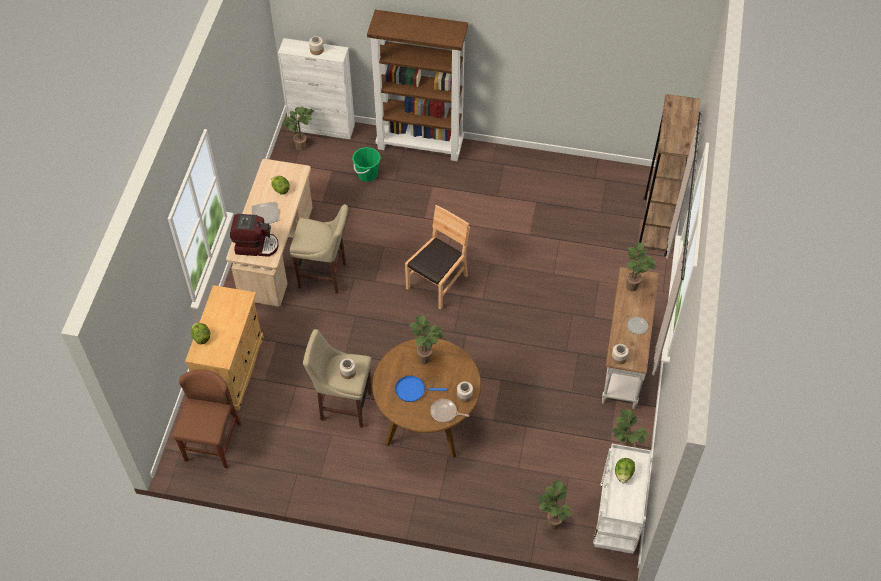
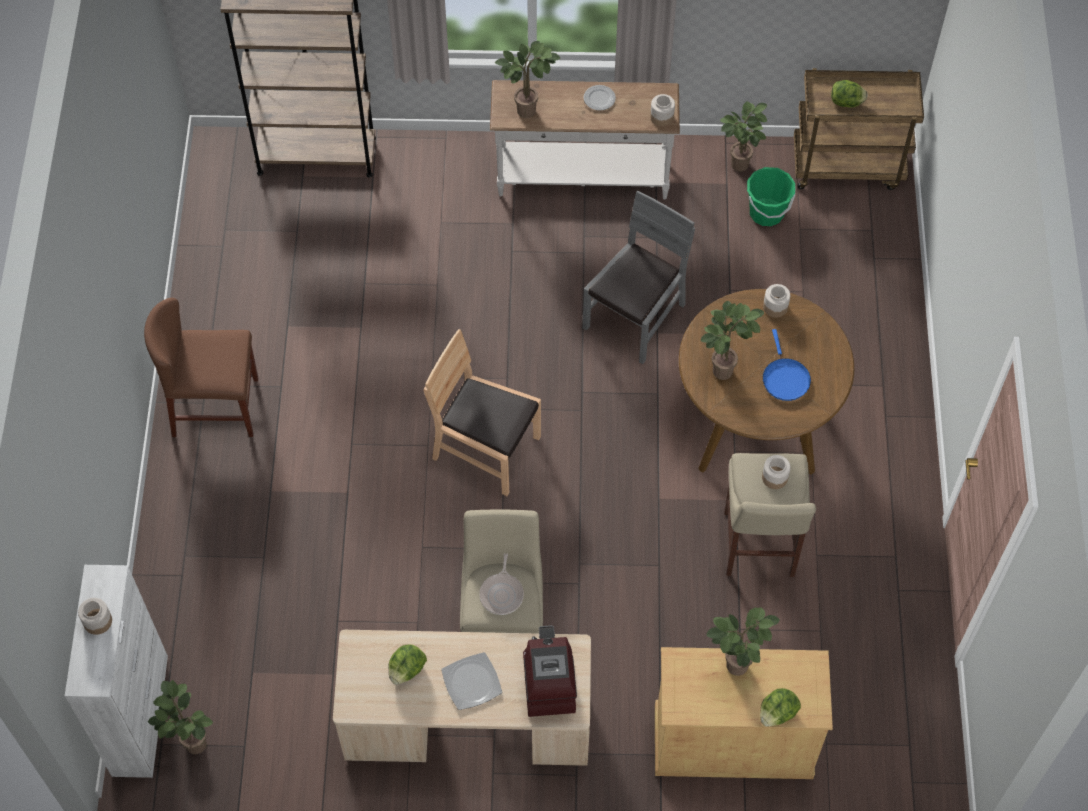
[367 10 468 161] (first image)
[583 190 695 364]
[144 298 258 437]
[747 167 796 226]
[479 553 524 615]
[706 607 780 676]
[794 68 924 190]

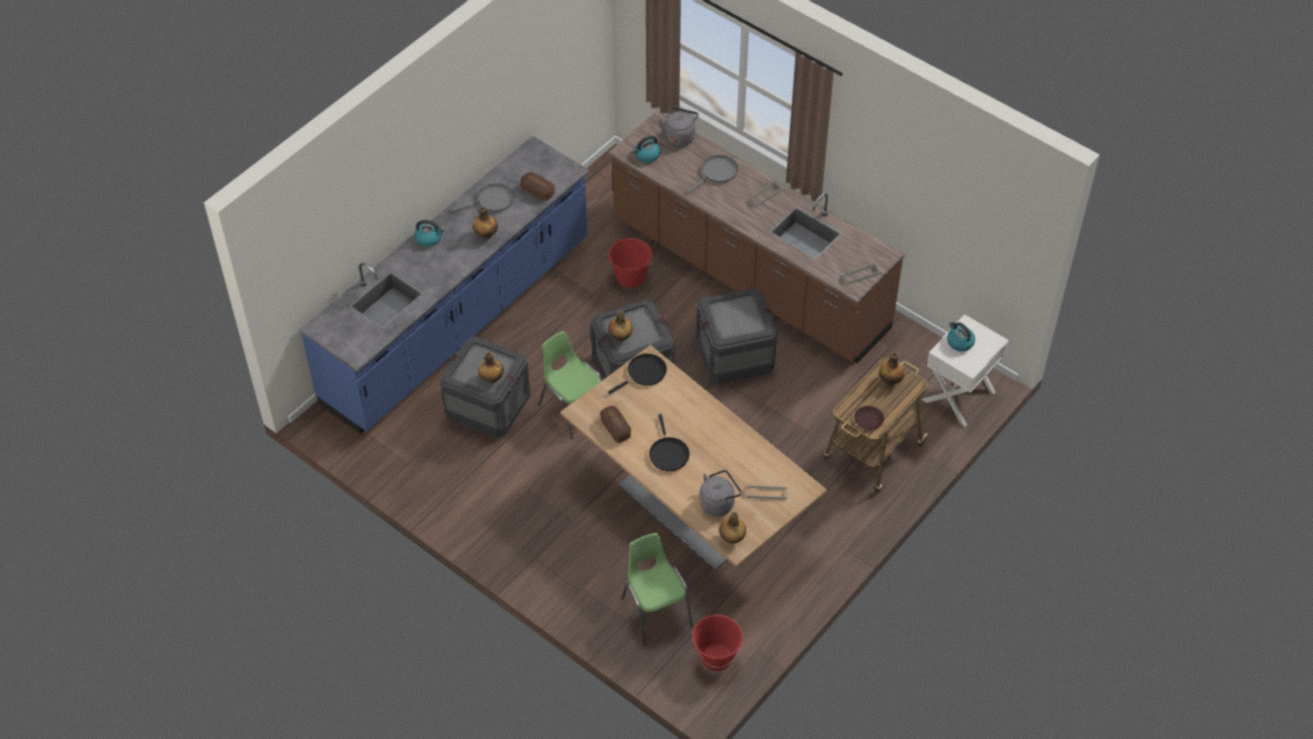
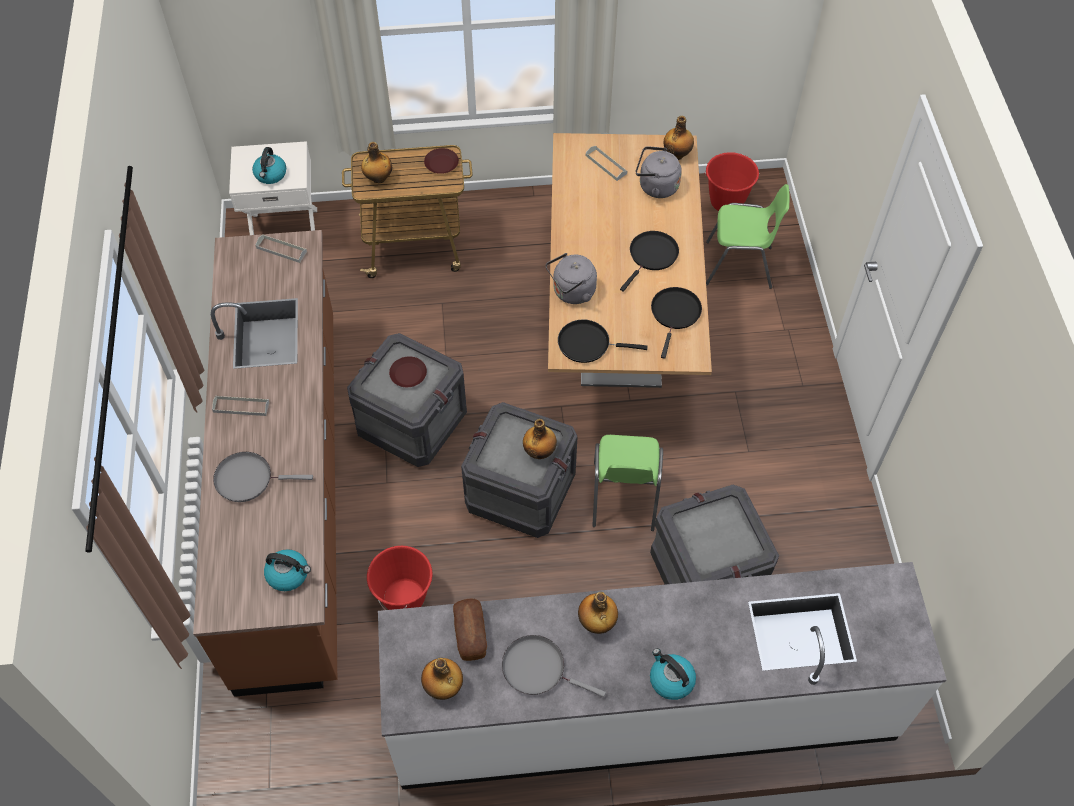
[389 356 427 387]
[421 658 463 700]
[546 253 597 304]
[651 287 702 359]
[378 562 947 789]
[706 184 789 289]

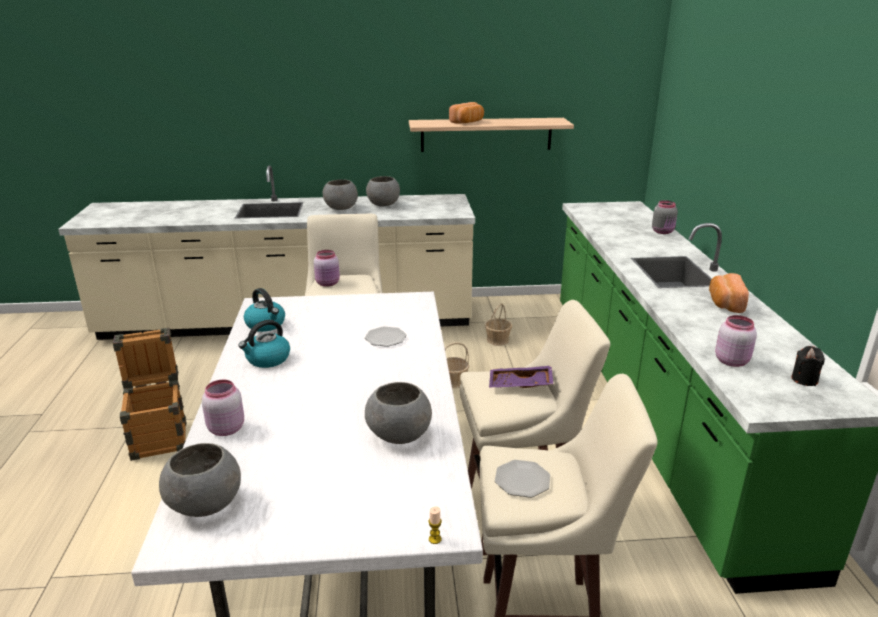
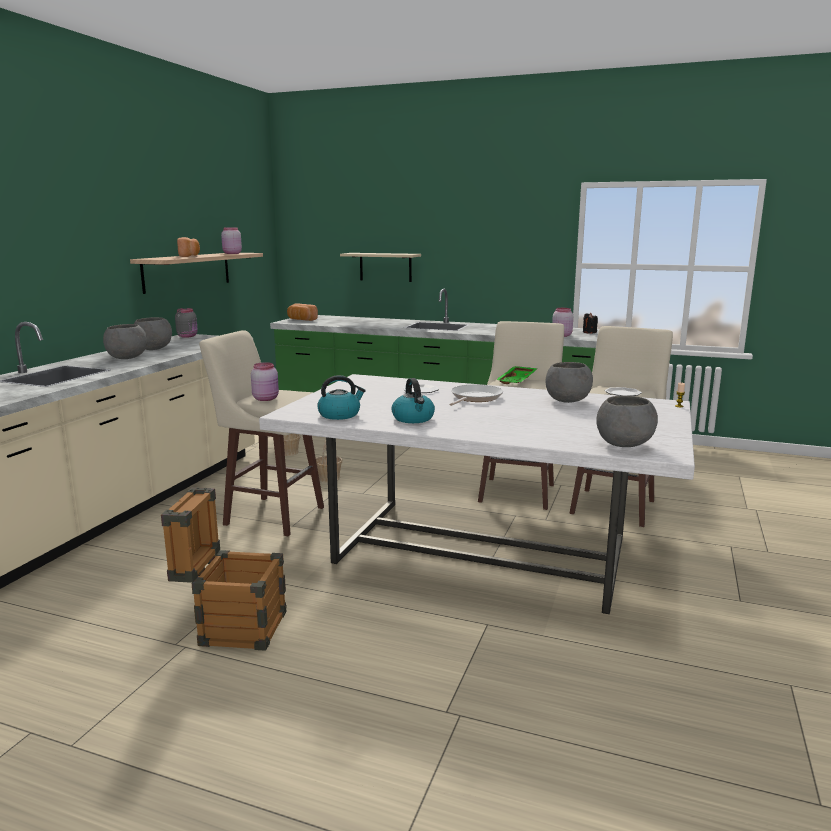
[340 253 421 282]
[449 384 503 406]
[221 227 242 254]
[175 308 198 338]
[287 303 318 321]
[496 366 538 384]

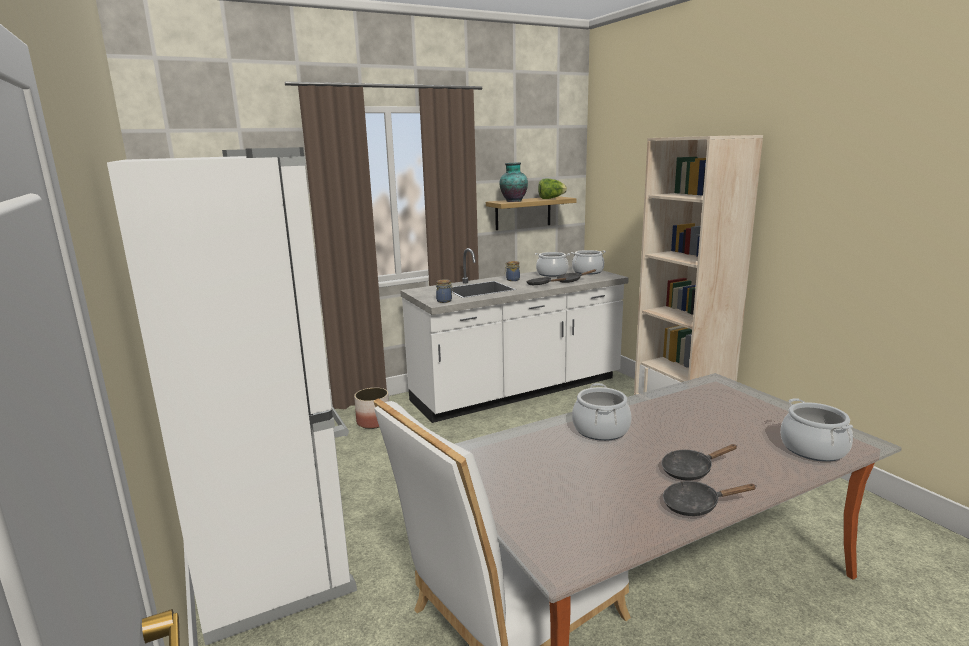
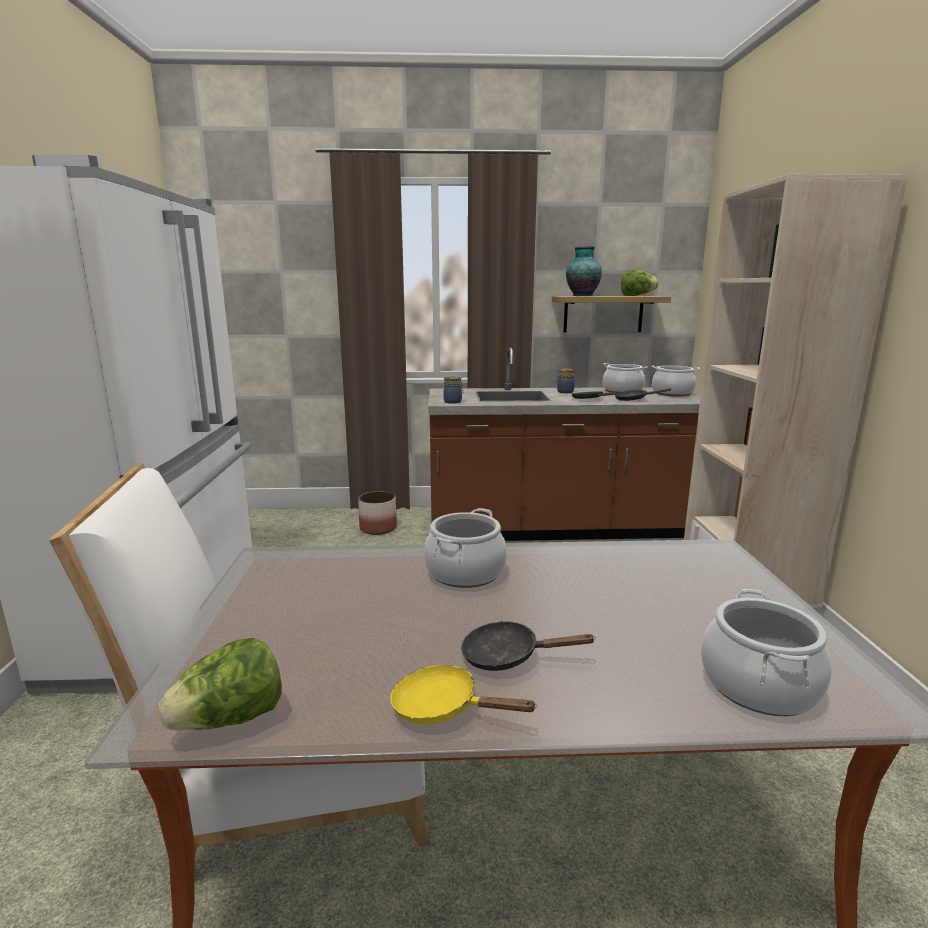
[158 638 282 731]
[428 347 701 541]
[390 665 537 724]

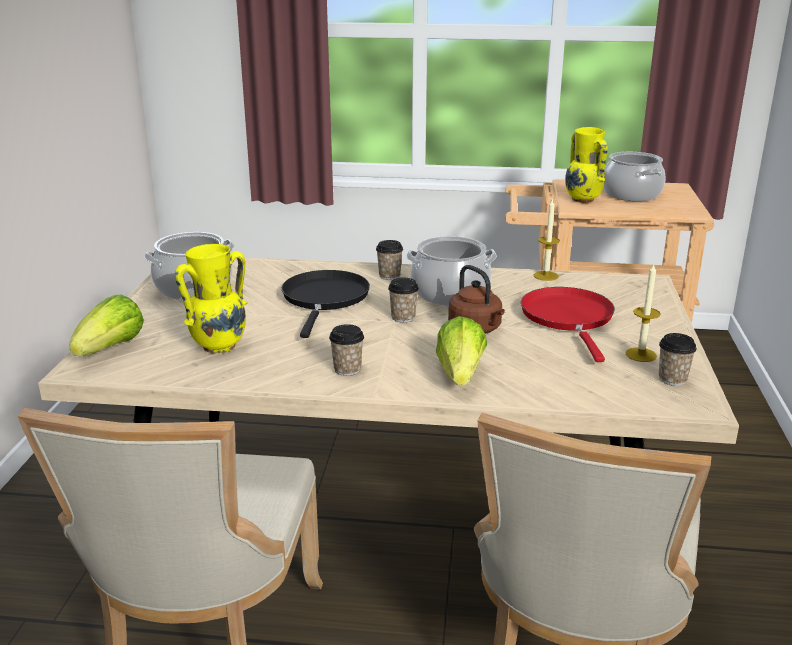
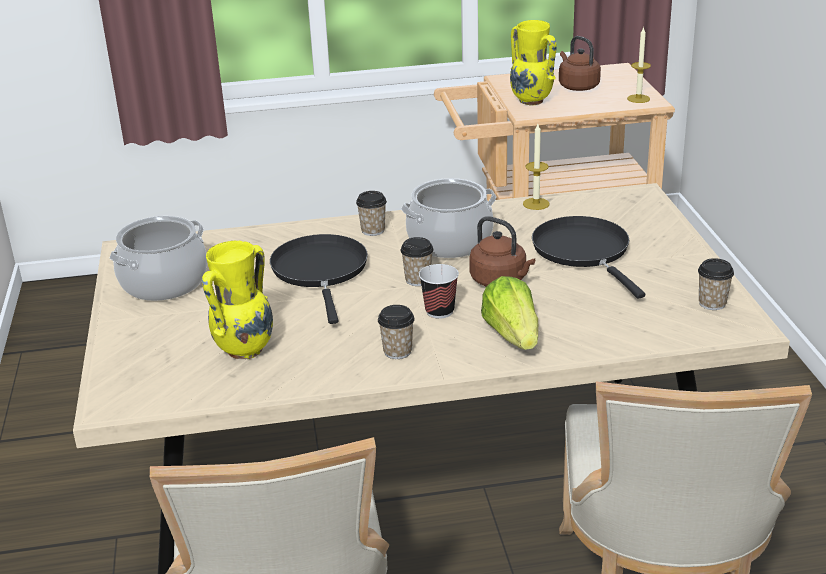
[69 295 144 357] (first image)
[419 264 459 319]
[627 26 651 103]
[559 36 601 91]
[532 216 645 299]

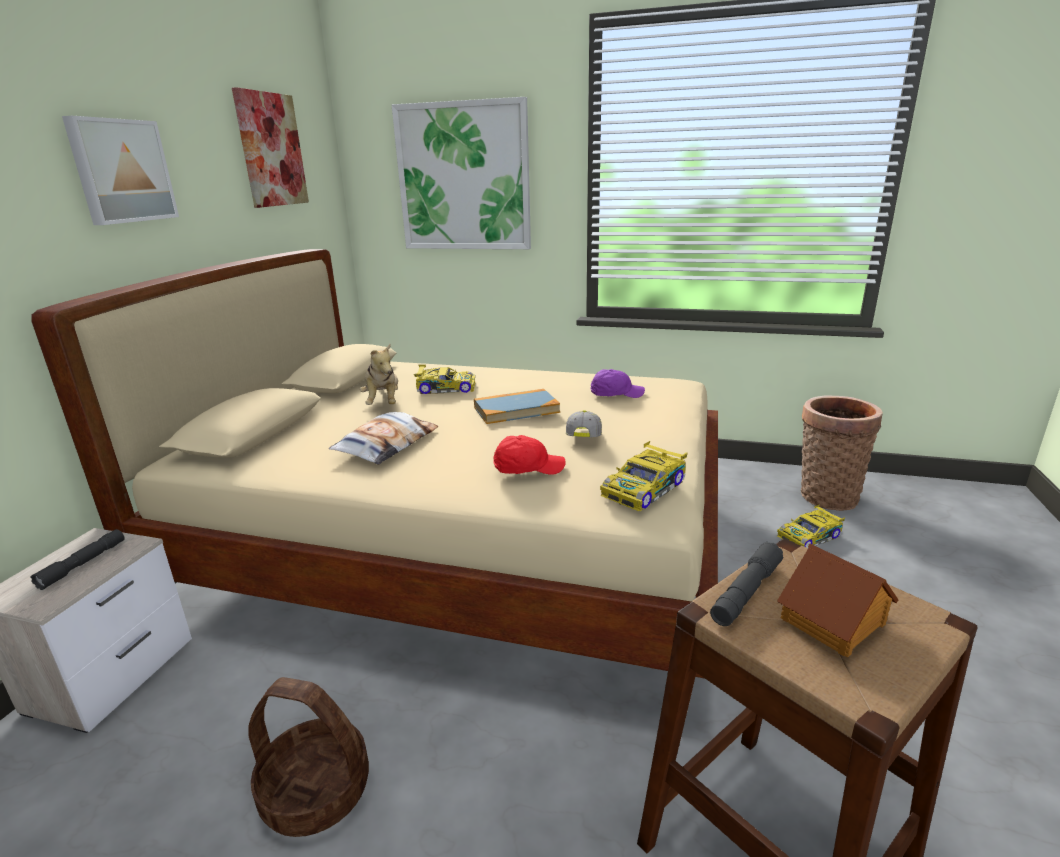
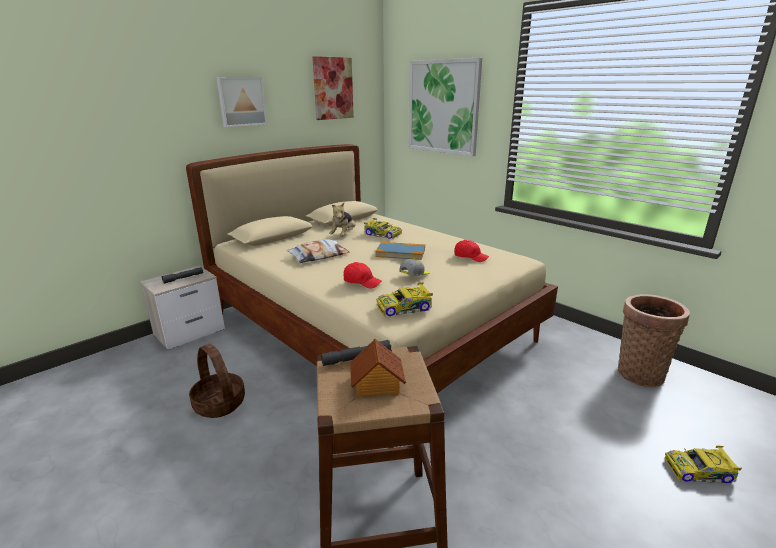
[664 446 742 483]
[454 240 489 262]

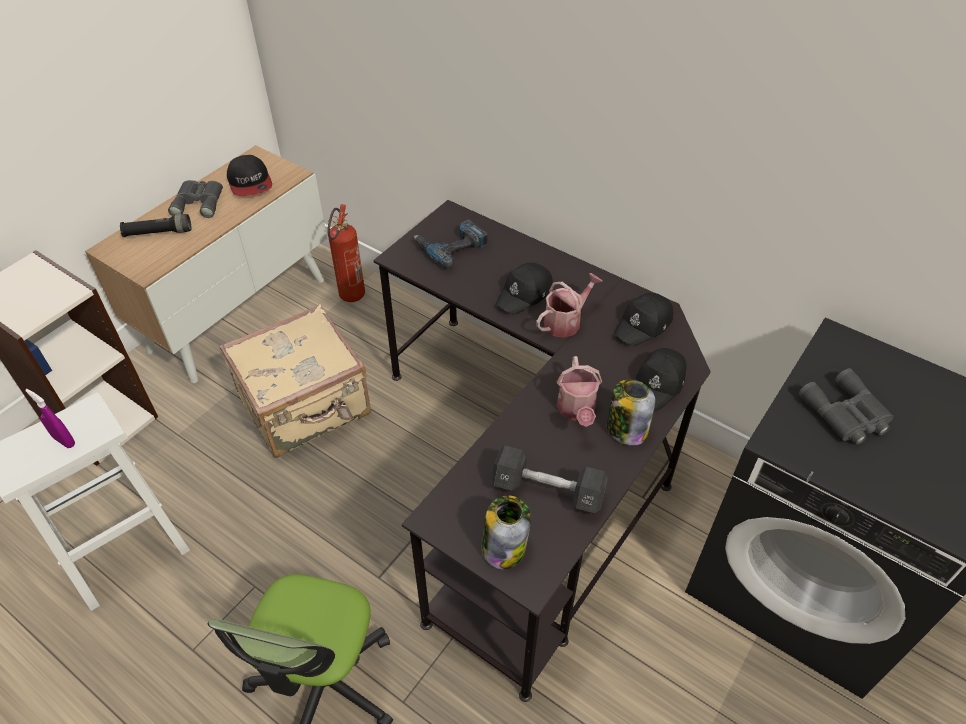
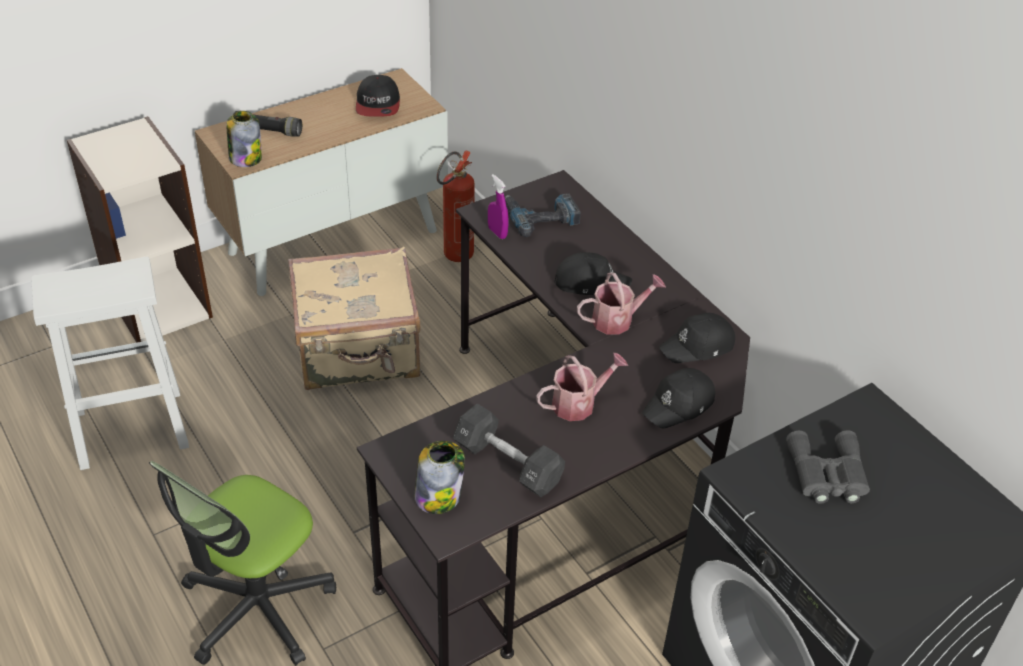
[168 180 223 218] (first image)
[488 174 508 239]
[227 111 262 167]
[554 252 632 295]
[536 353 628 421]

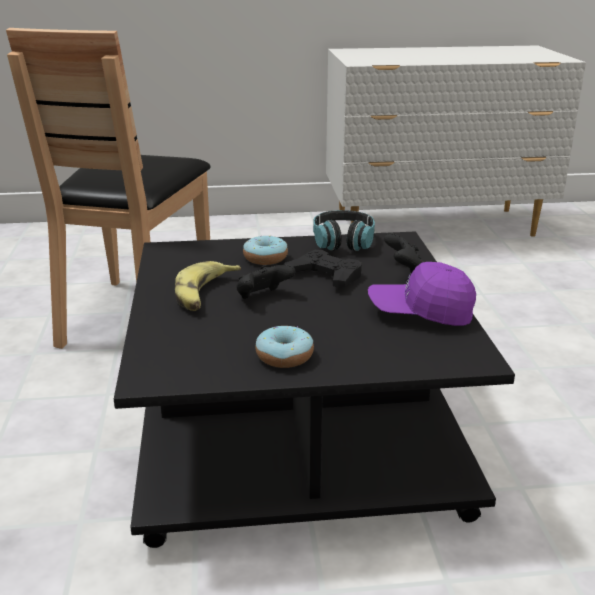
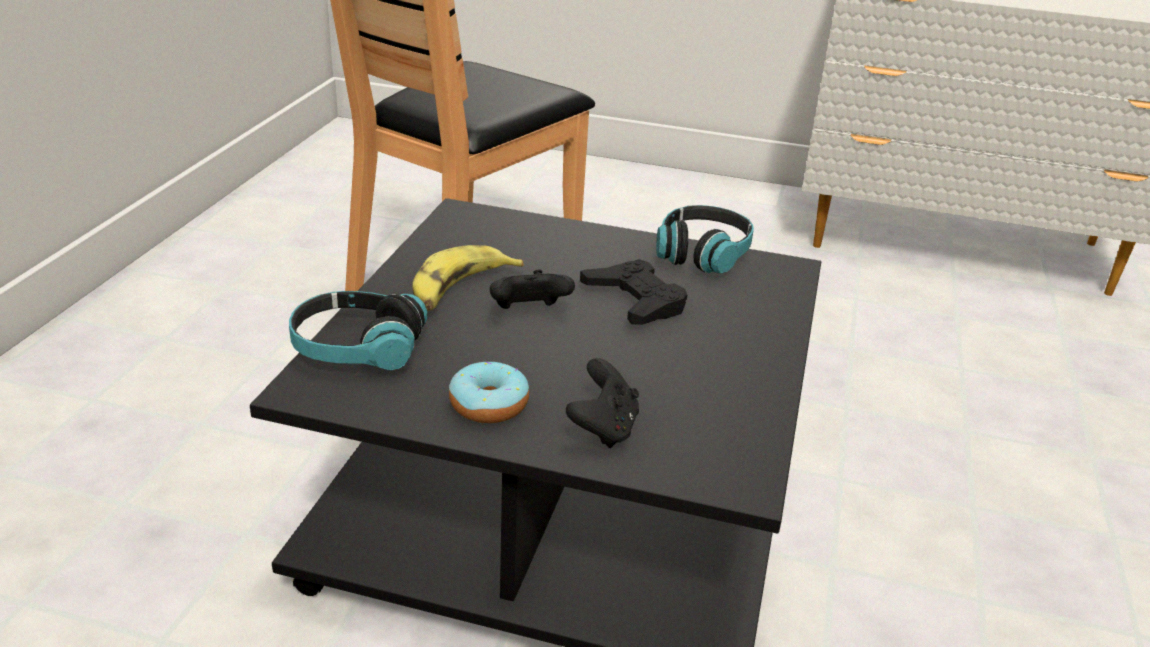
[243 236 288 265] (first image)
[368 262 476 326] (first image)
[289 291 428 370]
[566 358 639 448]

